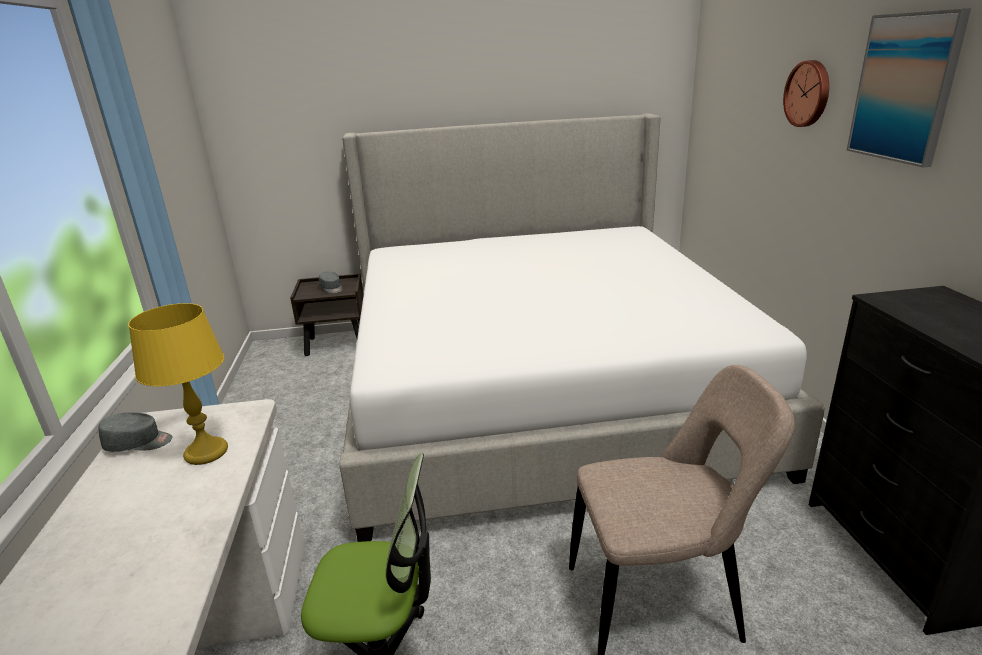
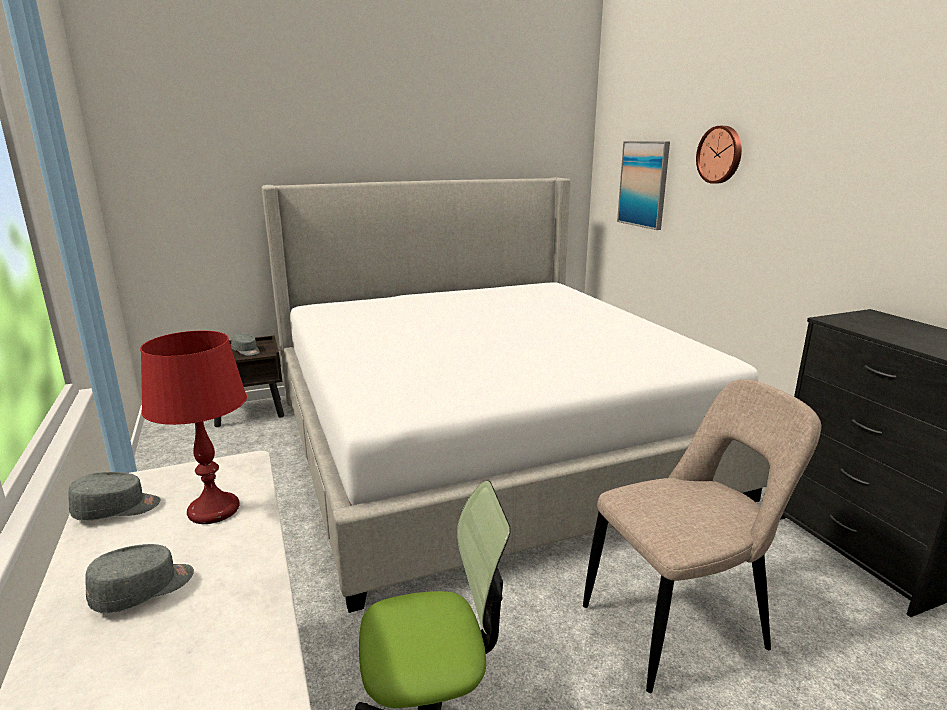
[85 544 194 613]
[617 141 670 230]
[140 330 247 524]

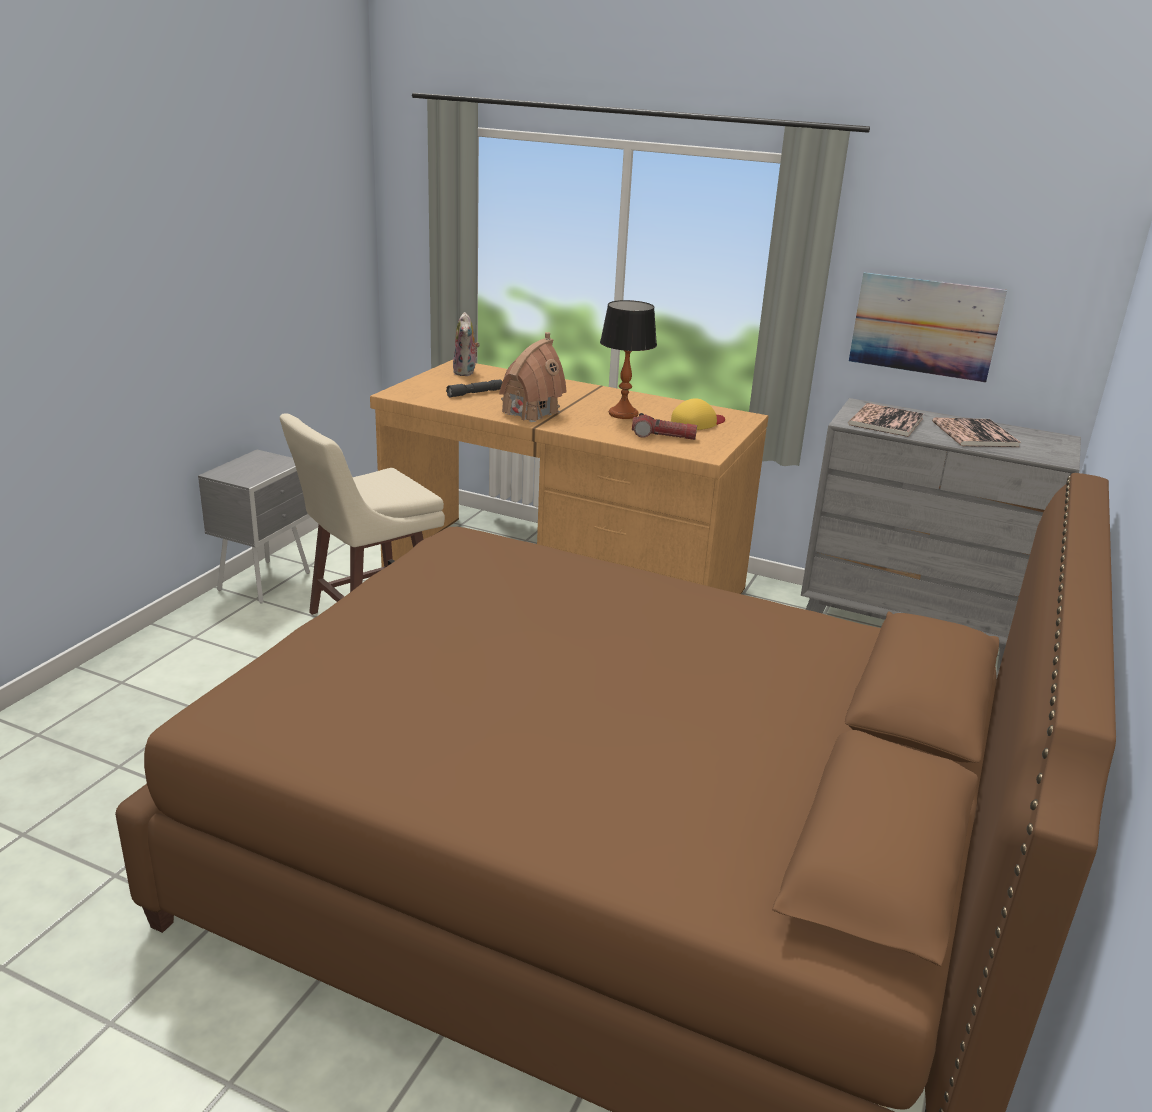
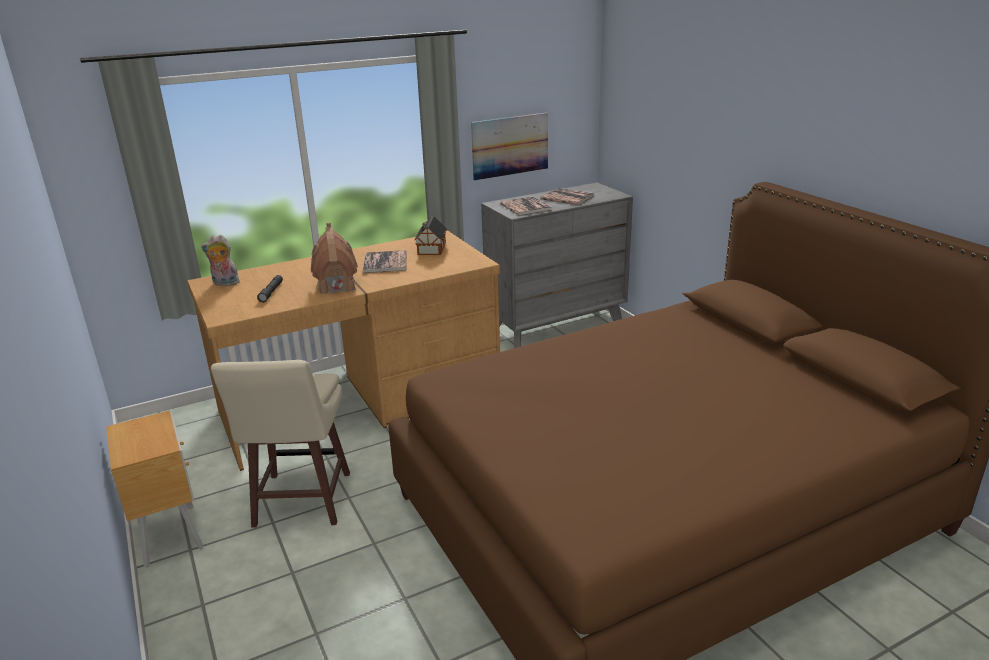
[632 413 697 440] (first image)
[363 250 407 273]
[415 216 447 255]
[106 410 204 567]
[201 235 240 286]

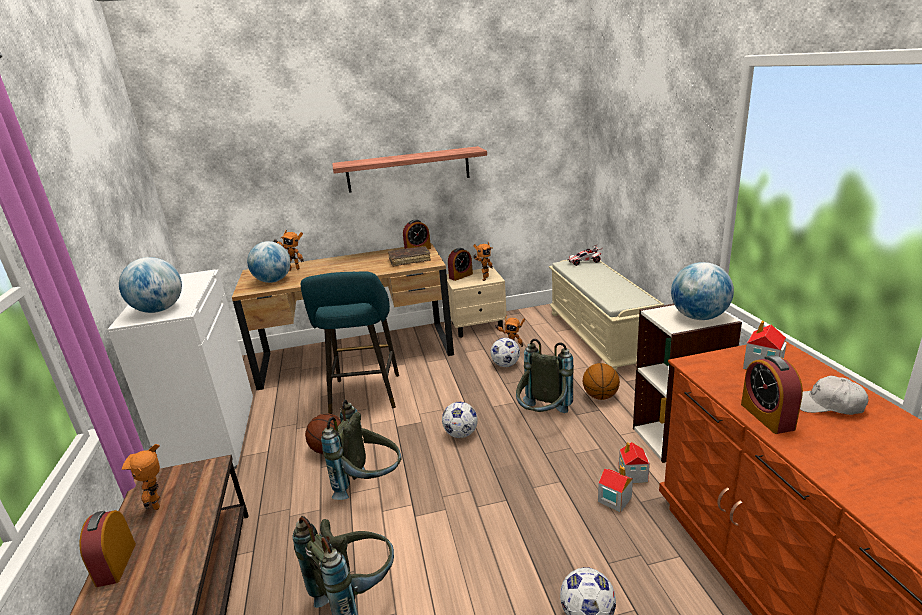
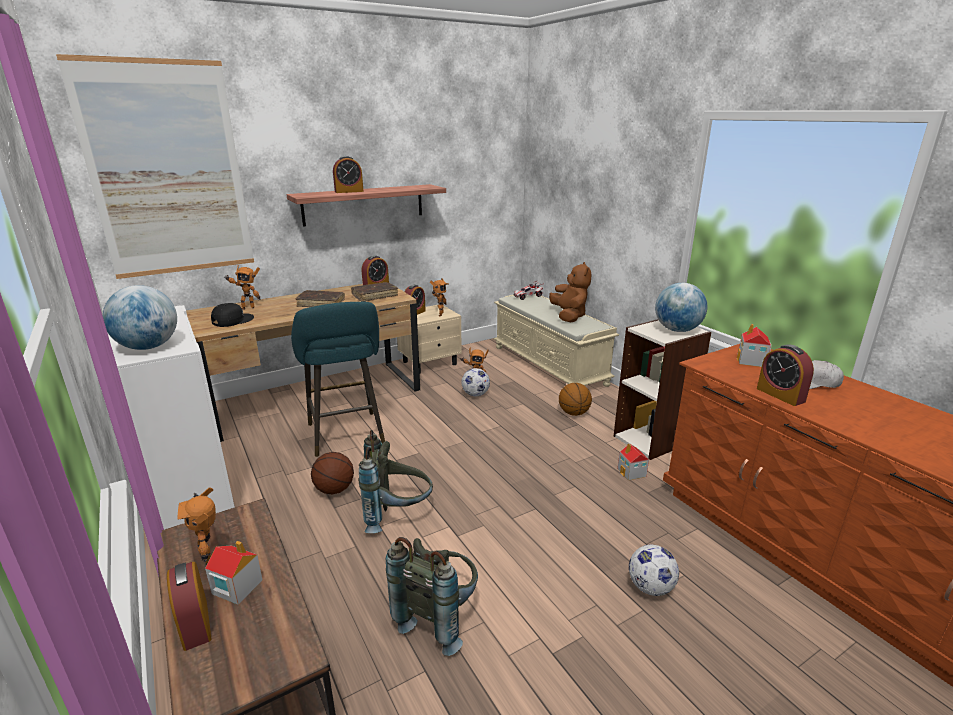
[442 402 478 438] (first image)
[516 339 574 413] (first image)
[56 54 254 279]
[296 290 345 307]
[333 156 364 193]
[549 262 591 322]
[205 541 262 604]
[211 303 254 327]

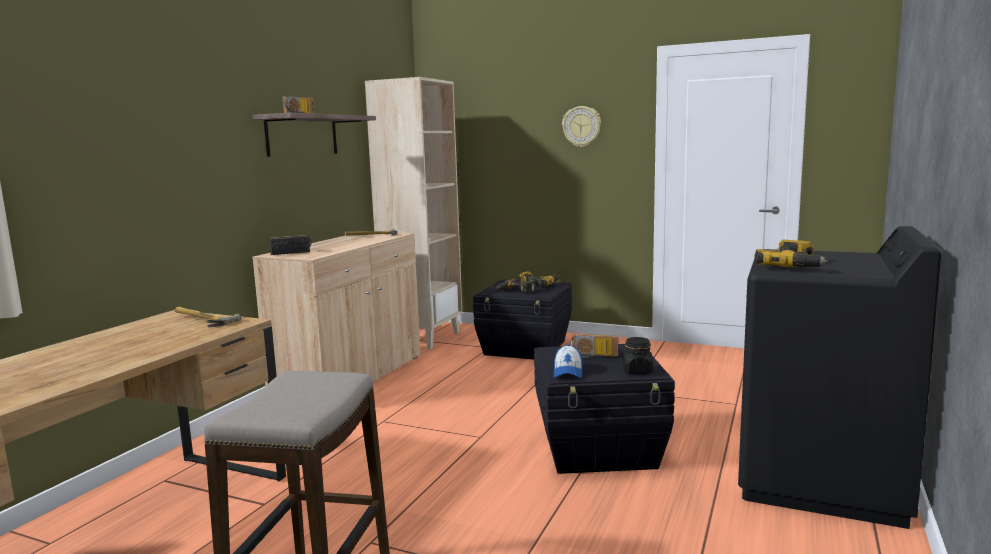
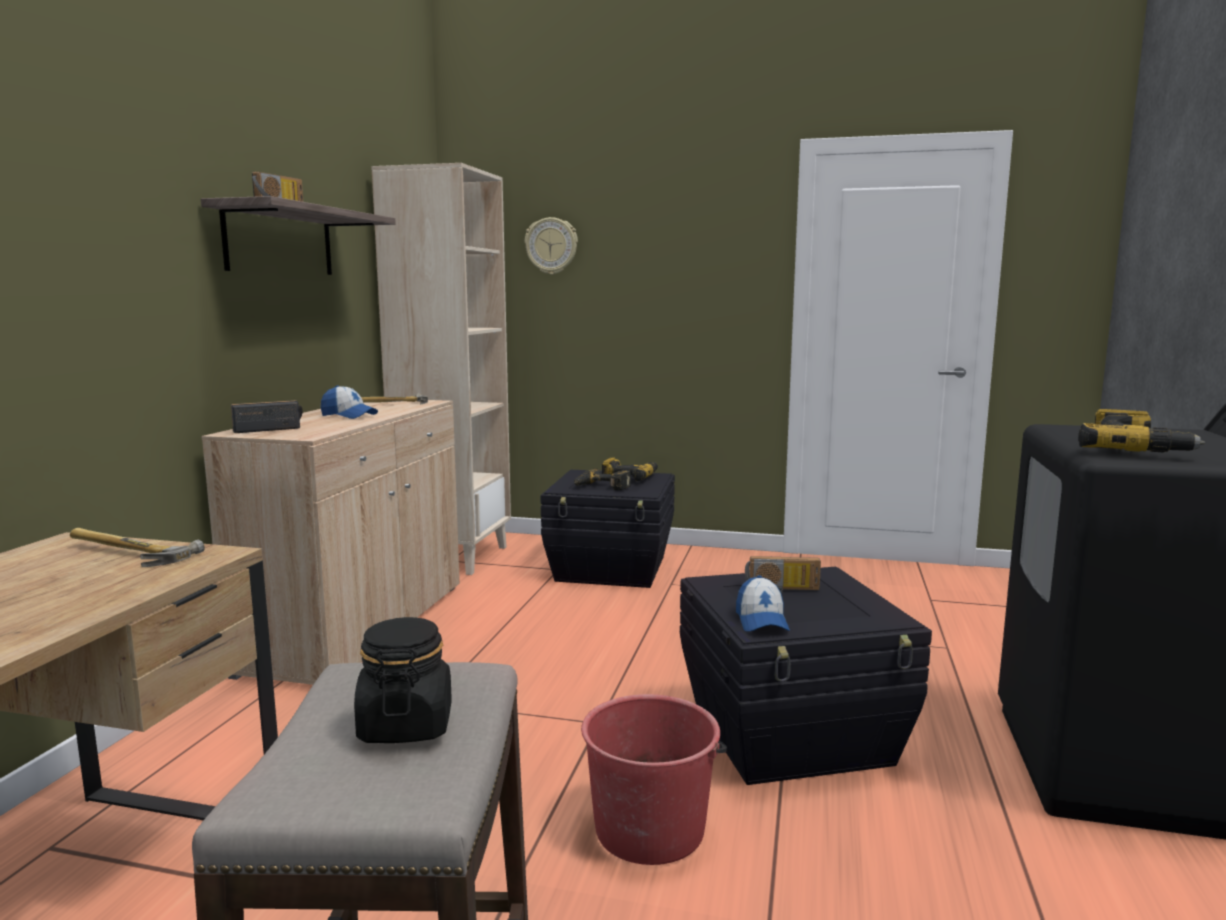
[321 385 378 419]
[581 694 727 865]
[525 217 578 275]
[354 617 452 743]

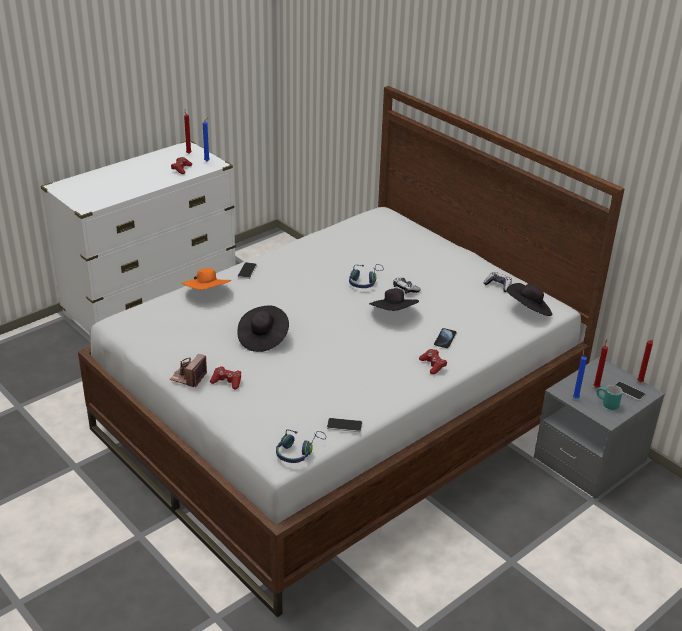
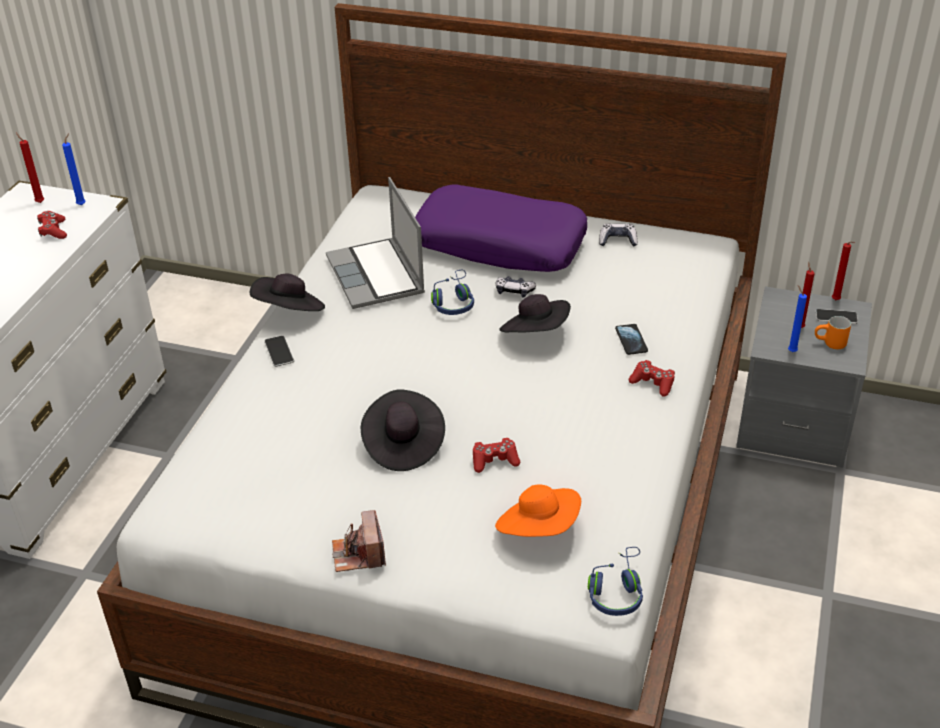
[327 418 362 432] (first image)
[326 177 425 309]
[415 185 587 272]
[495 484 581 537]
[473 438 520 473]
[250 273 325 311]
[815 316 851 349]

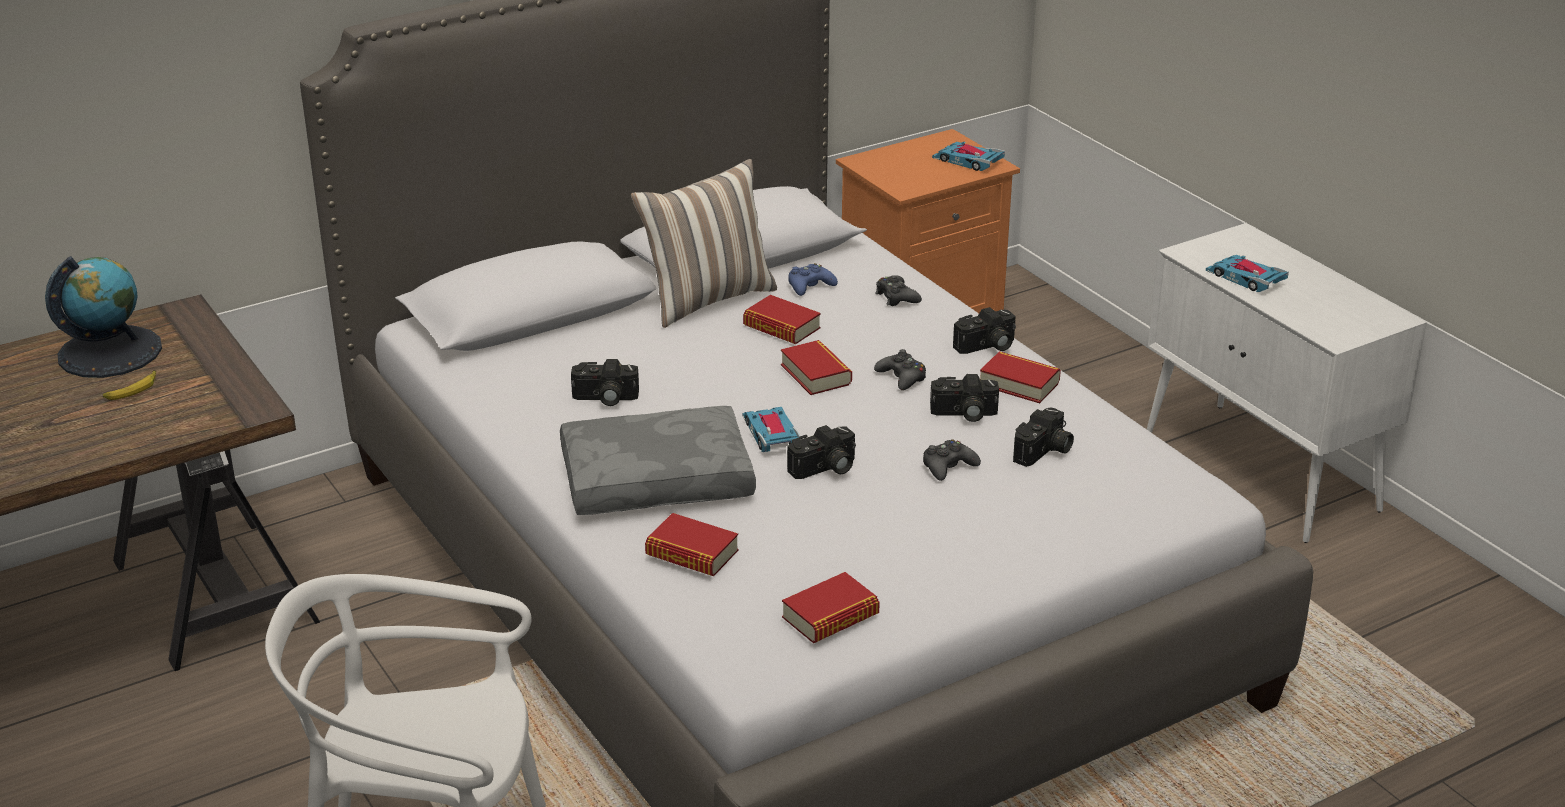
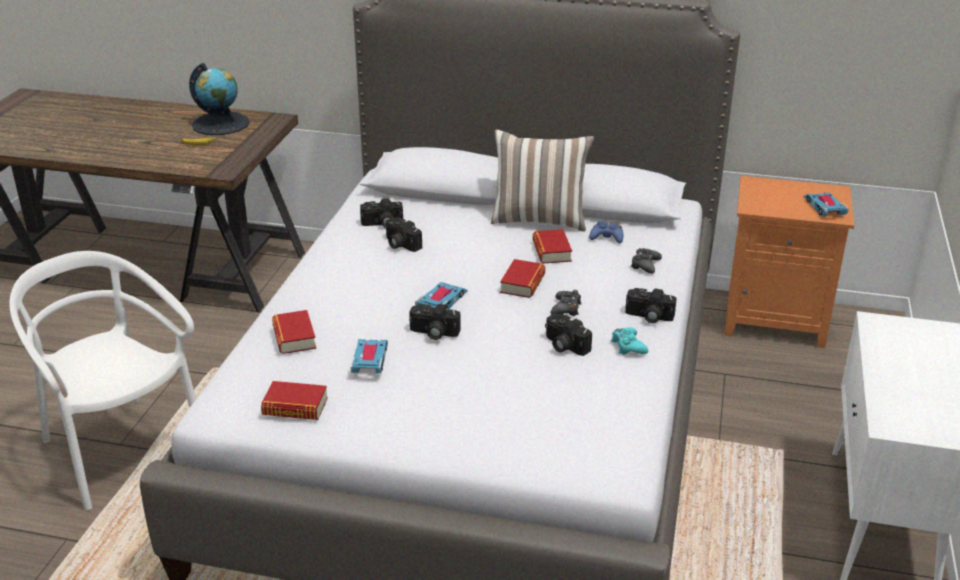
[560 406 756 515] (first image)
[923 439 981 481] (first image)
[360 198 403 228]
[350 339 388 373]
[611 327 648 355]

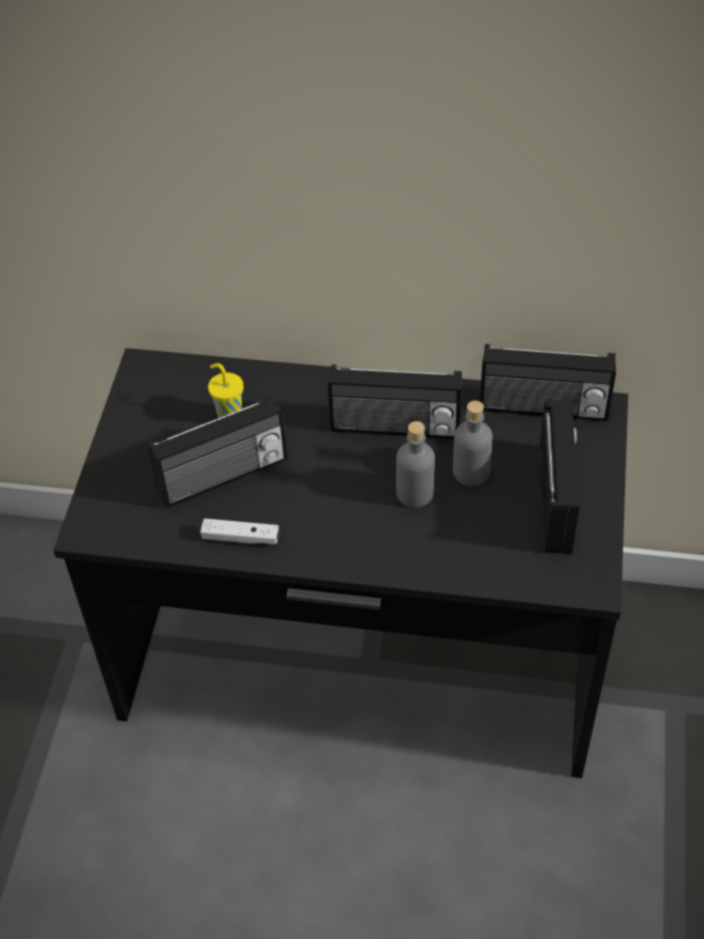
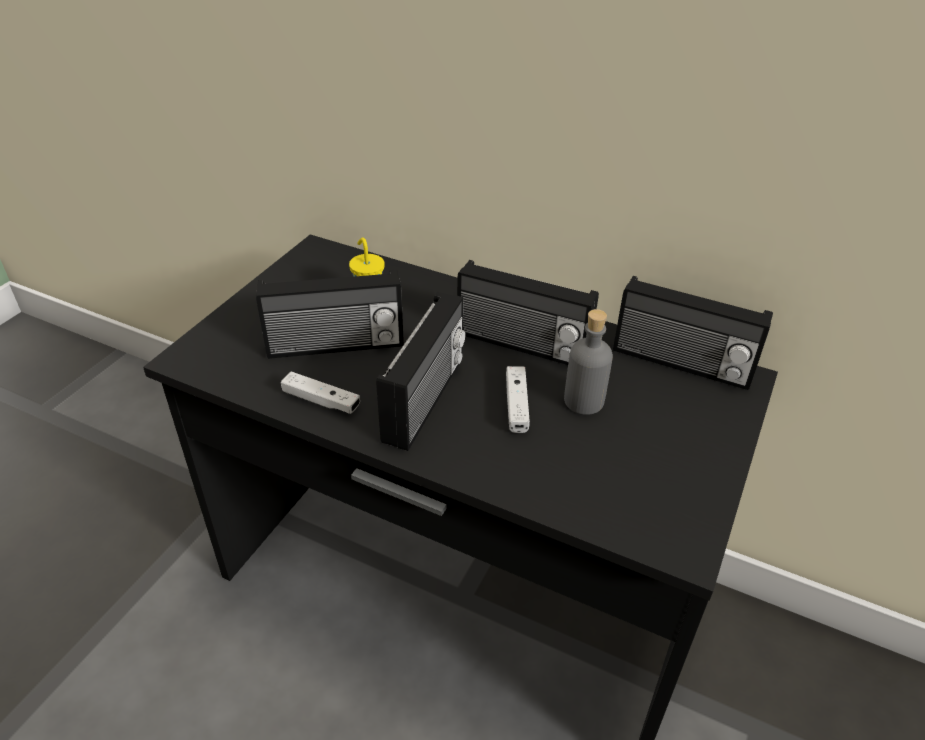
[376 292 465 451]
[506 366 530 433]

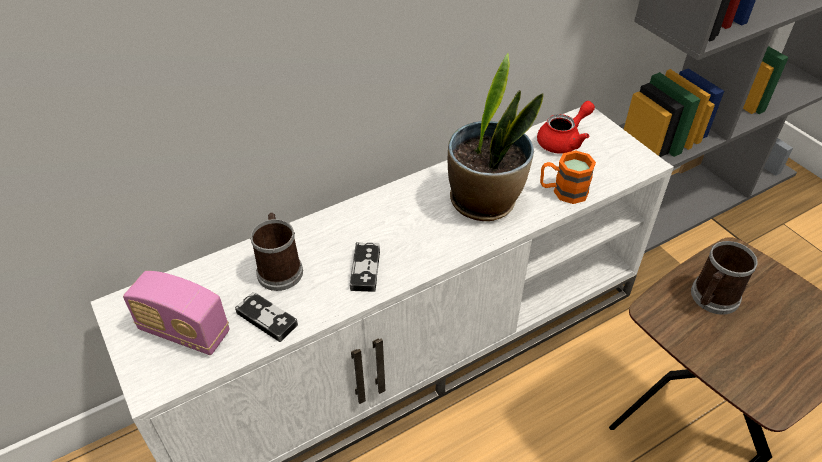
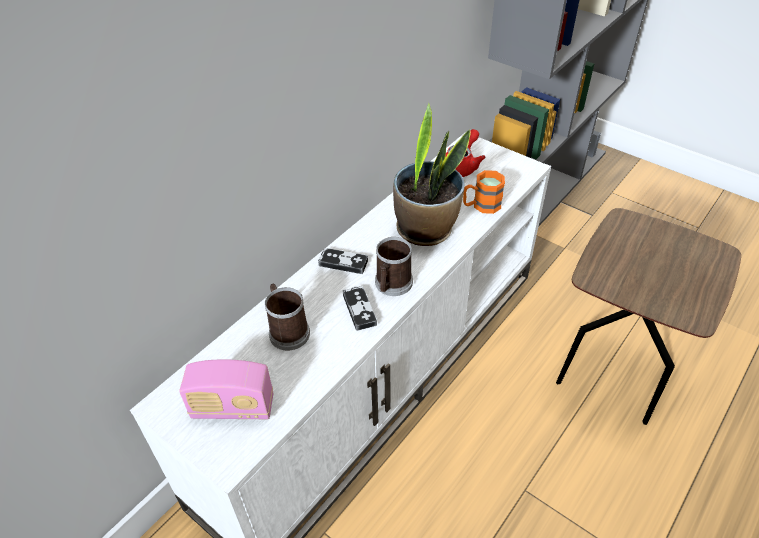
[318 248 368 274]
[375 237 413 296]

